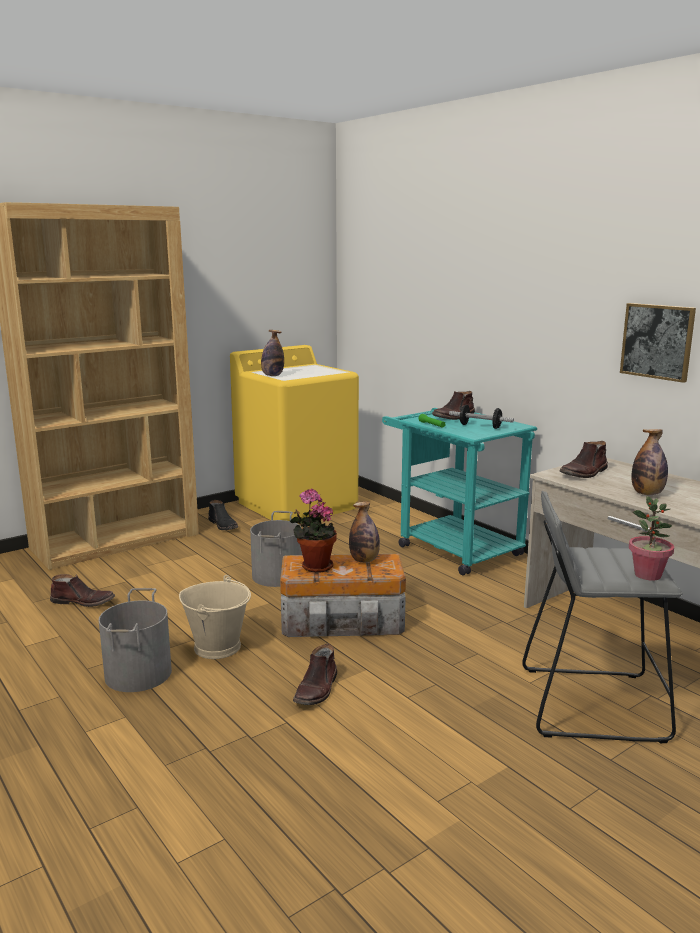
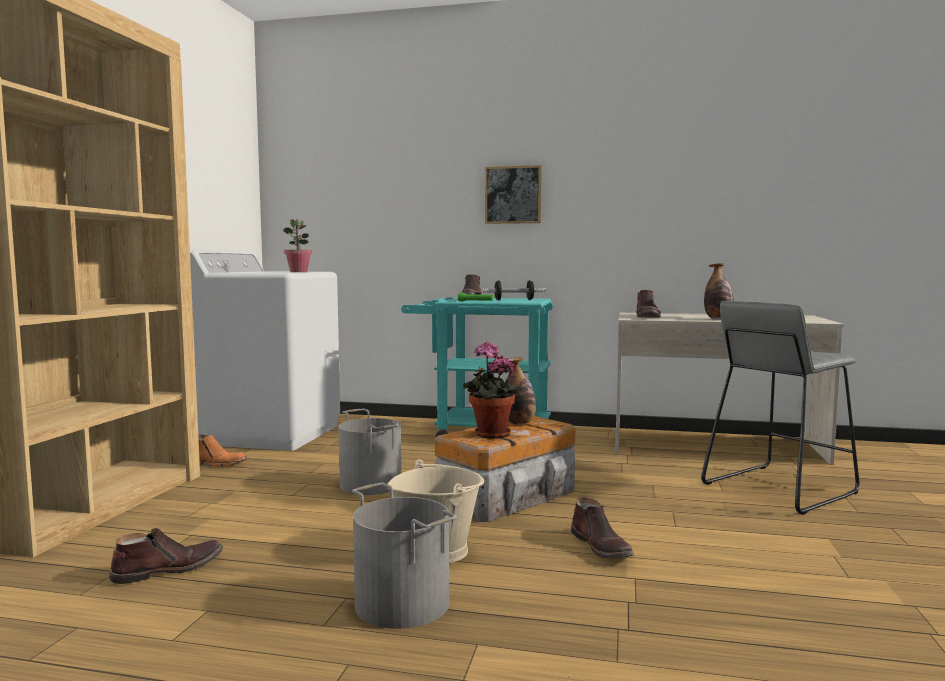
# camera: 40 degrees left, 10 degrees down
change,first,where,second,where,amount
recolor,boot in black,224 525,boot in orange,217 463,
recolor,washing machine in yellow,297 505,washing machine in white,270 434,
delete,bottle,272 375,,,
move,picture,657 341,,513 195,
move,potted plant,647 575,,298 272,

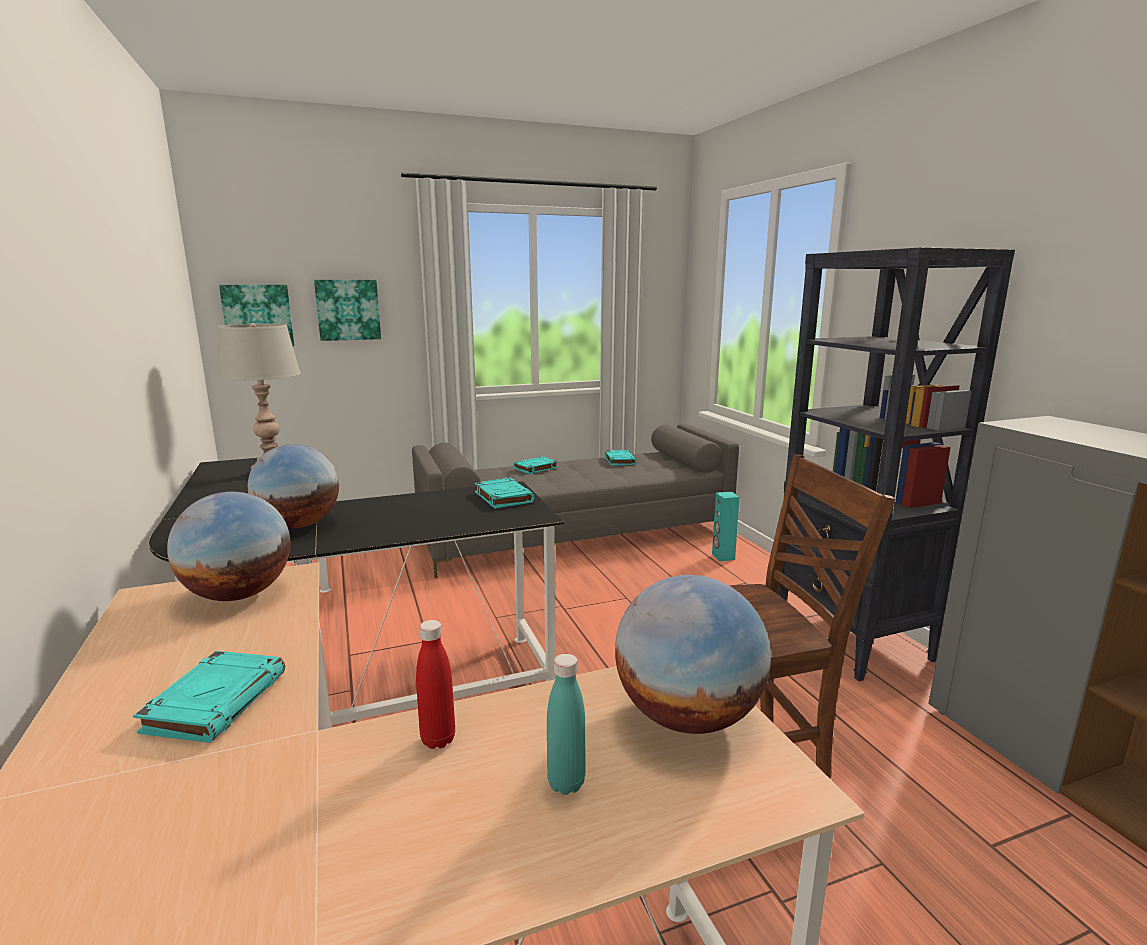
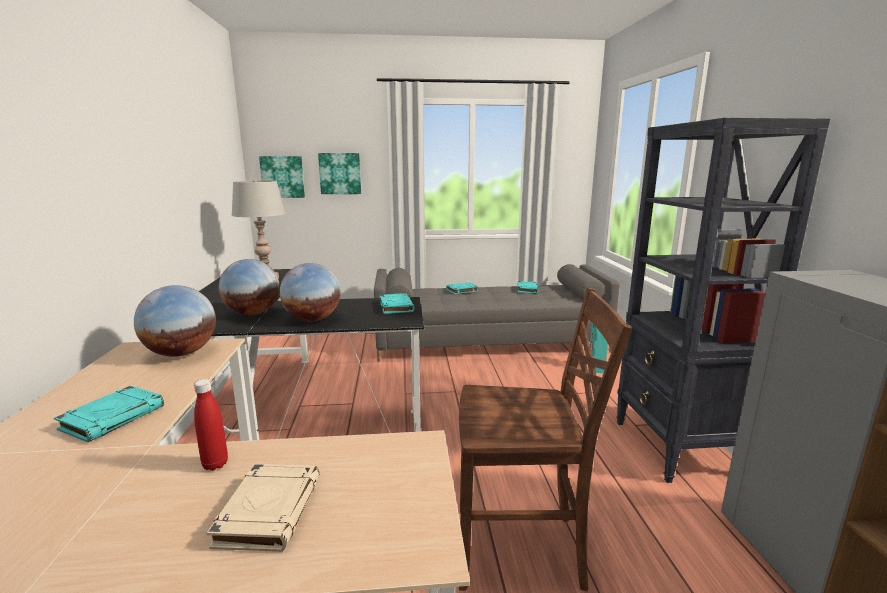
# camera: 15 degrees right, 0 degrees up
change,first,where,second,where,amount
replace,bottle in turquoise,566 783,book in beige,269 510,
move,globe,687 716,,312 319,

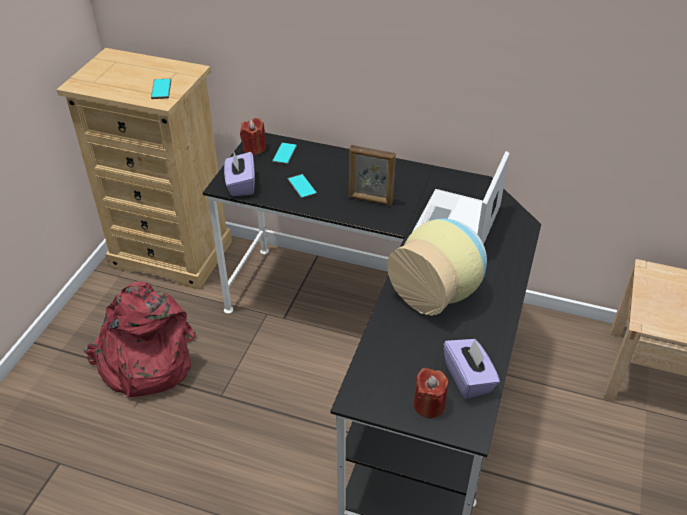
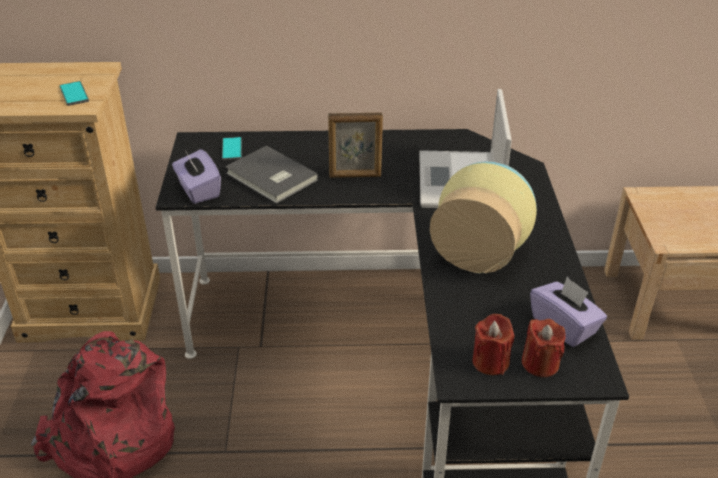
# camera: 20 degrees left, 5 degrees down
change,first,where,second,where,amount
move,candle in red,254 149,,490 362,
replace,phone,301 187,book in grey,271 178,

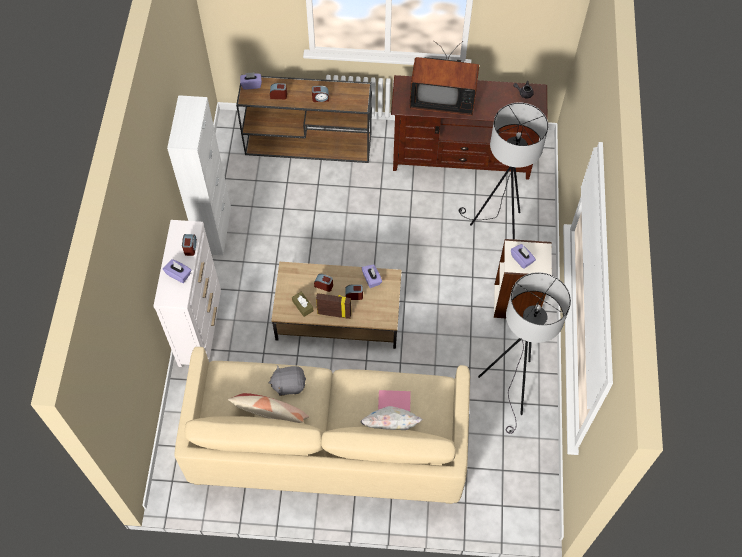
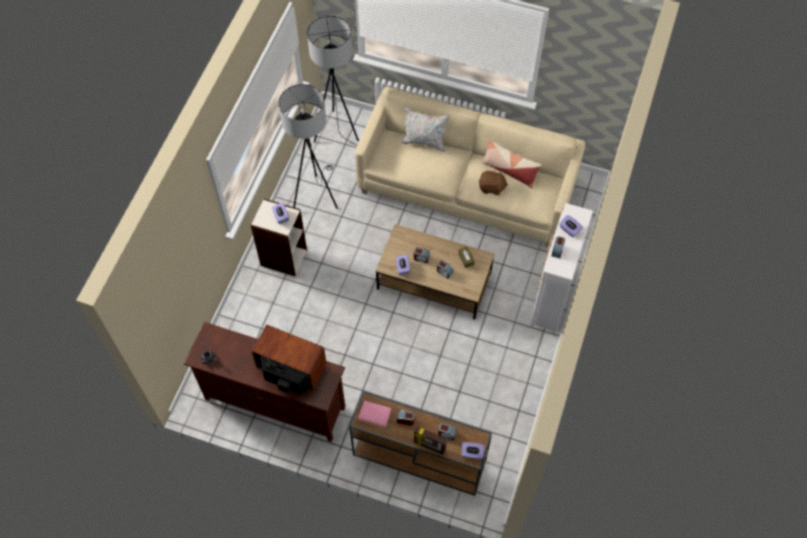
# camera: 165 degrees left, 0 degrees up
change,first,where,second,where,amount
delete,cabinet in white,214 230,,,
recolor,plush toy in grey,289 384,plush toy in brown,491 187,
move,picture frame,334 313,,429 446,
move,book in pink,394 402,,374 414,
move,floor lamp in black,496 230,,339 132,

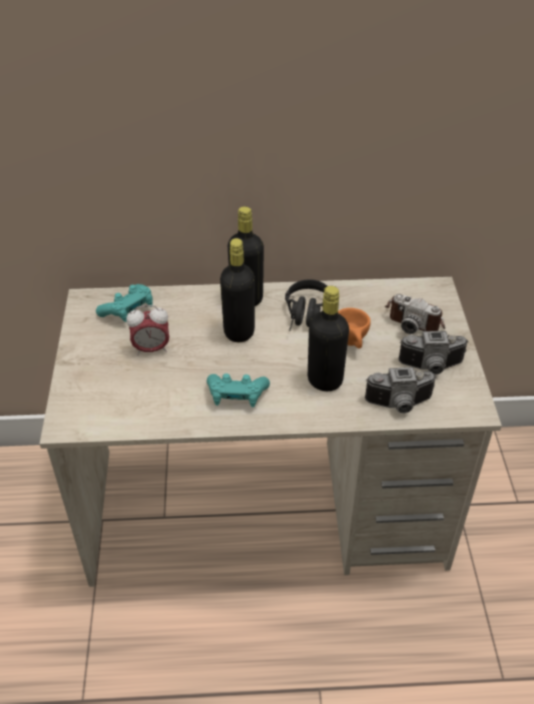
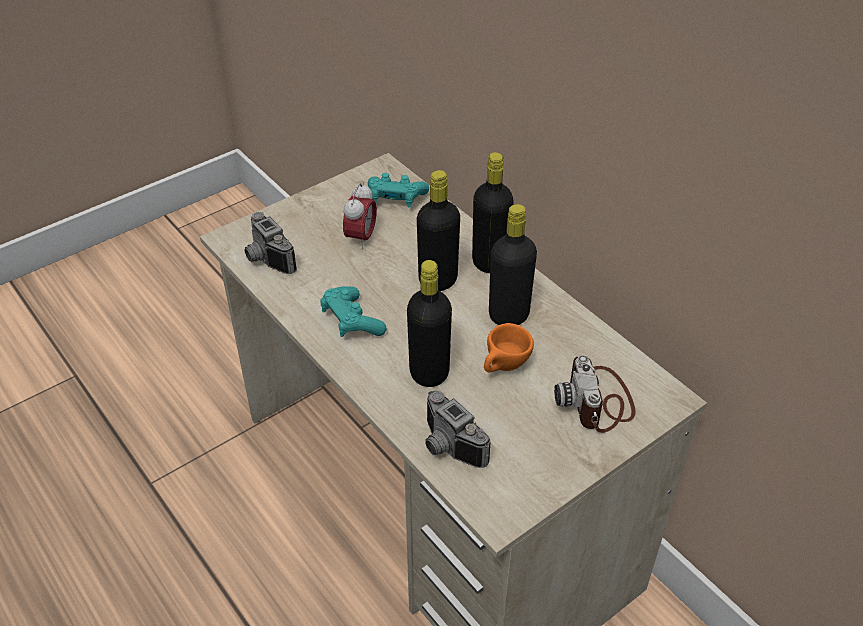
# camera: 55 degrees right, 0 degrees up
change,first,where,second,where,amount
rotate,alarm clock,151 349,,361 238,120 degrees counterclockwise
replace,headphones in black,306 316,bottle in black,508 315,
move,photo camera,431 367,,265 259,

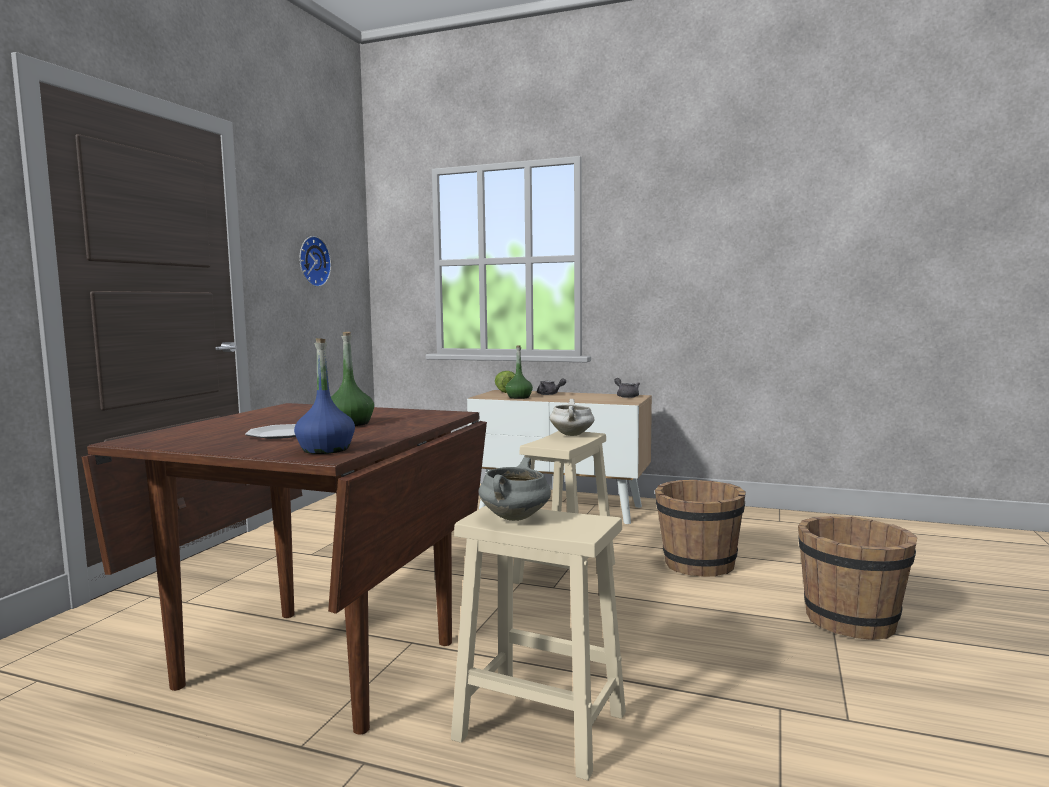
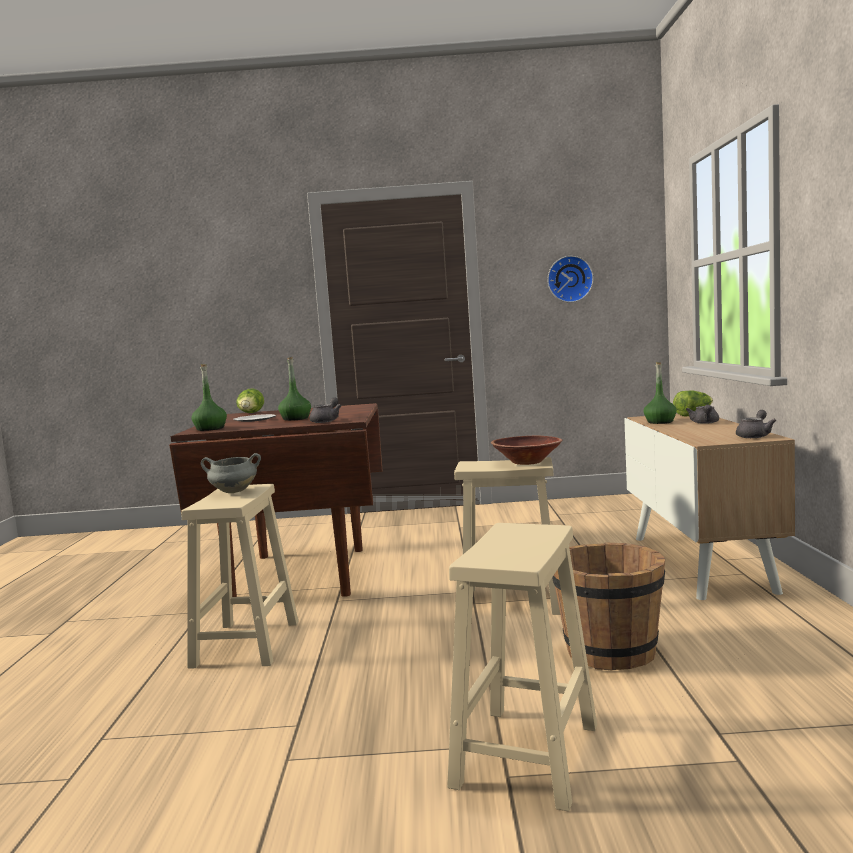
# camera: 70 degrees right, 0 degrees up
change,first,where,second,where,amount
recolor,bottle in blue,326 449,bottle in green,210 429,
replace,cooking pot in white,572 435,bowl in brown,526 462,
replace,bucket in brown,851 620,stool in beige,526 757,
insert,,,lettuce,251 413,
insert,,,teapot in grey,327 421,

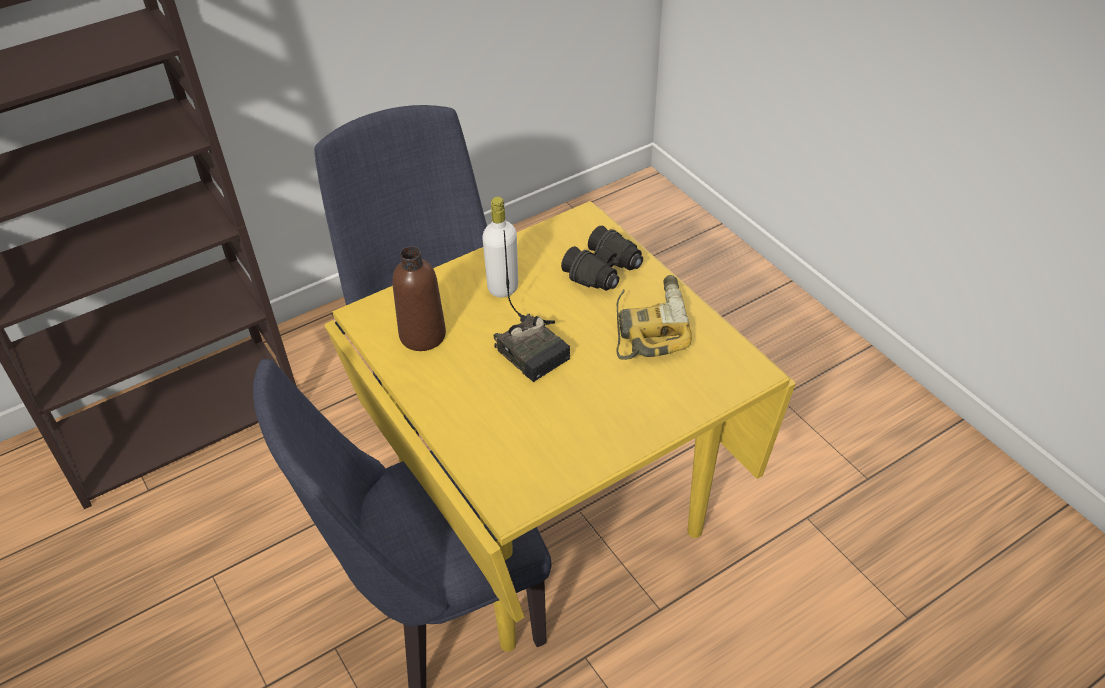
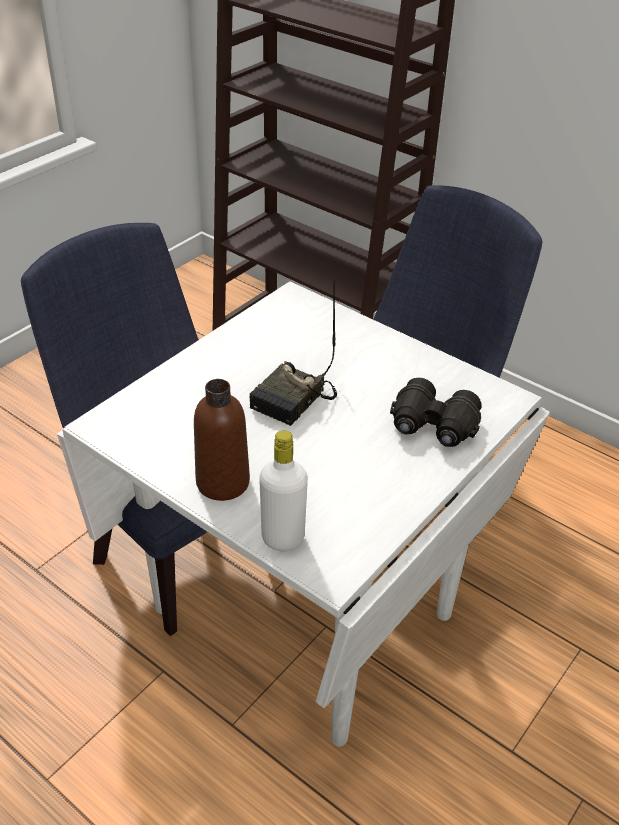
# camera: 70 degrees right, 5 degrees down
change,first,where,second,where,amount
recolor,dining table in yellow,557 525,dining table in white,301 613,
move,bottle in brown,422 335,,223 482,
move,bottle in white,503 287,,283 538,
delete,power drill,649 325,,,

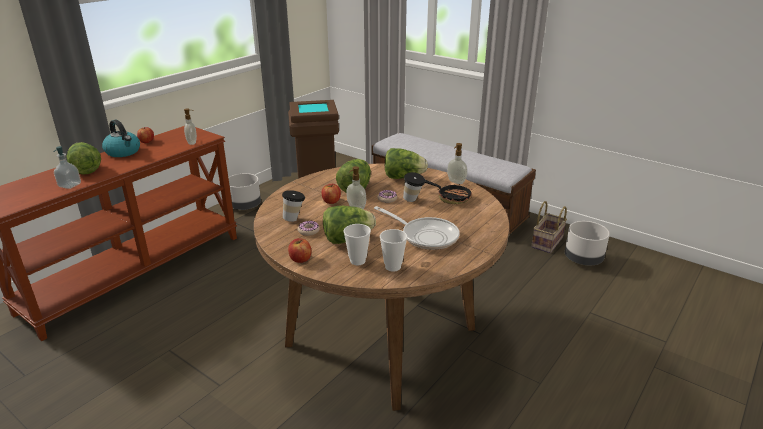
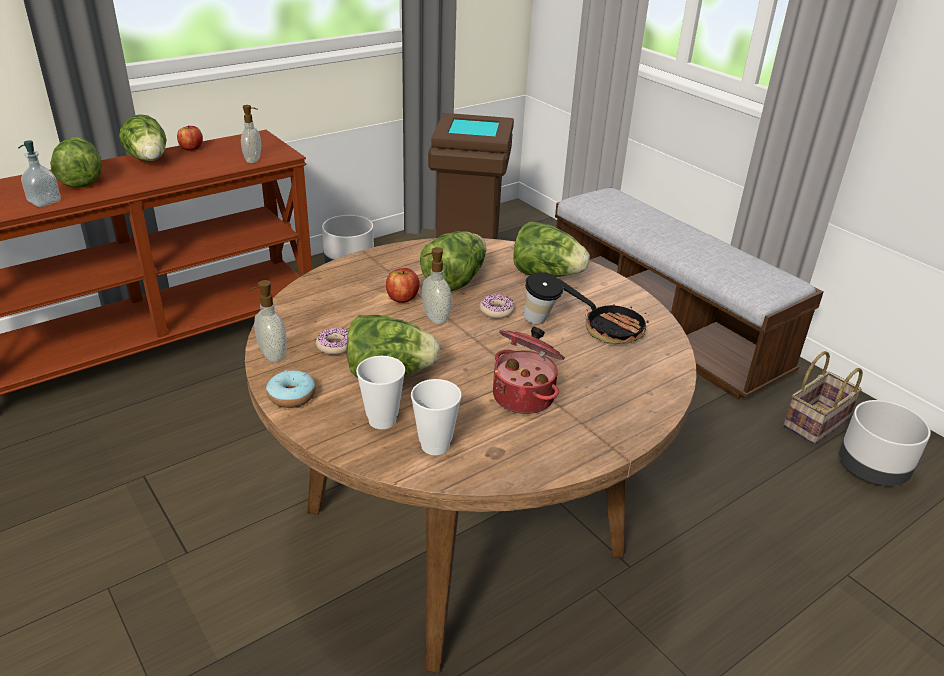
# camera: 15 degrees right, 5 degrees up
change,first,where,second,where,amount
replace,kettle,123 152,lettuce,149 160,
delete,cup,294 218,,,
replace,apple,300 259,donut,291 396,
replace,frying pan,425 236,cooking pot,525 396,
move,soap dispenser,456 182,,271 356,

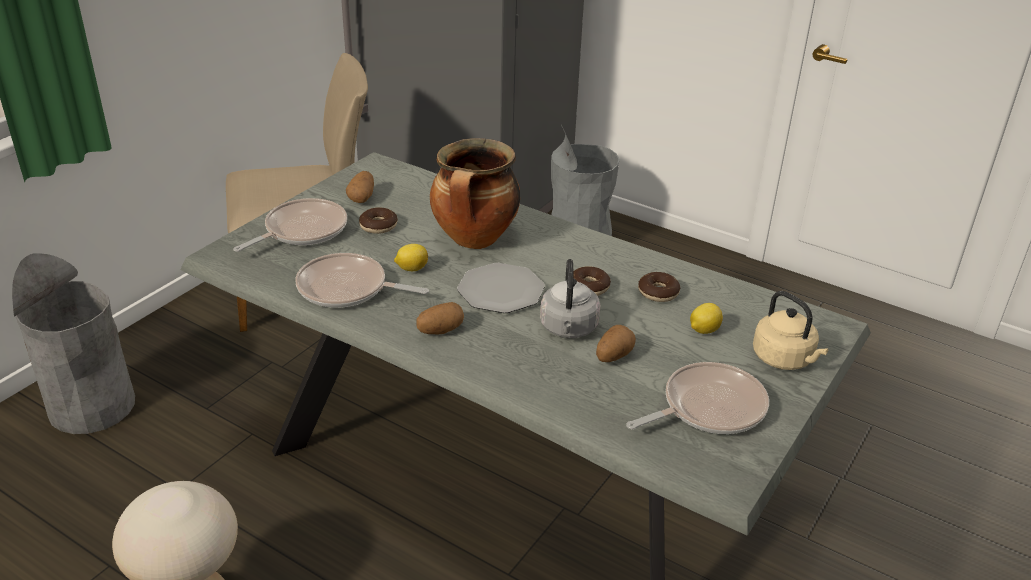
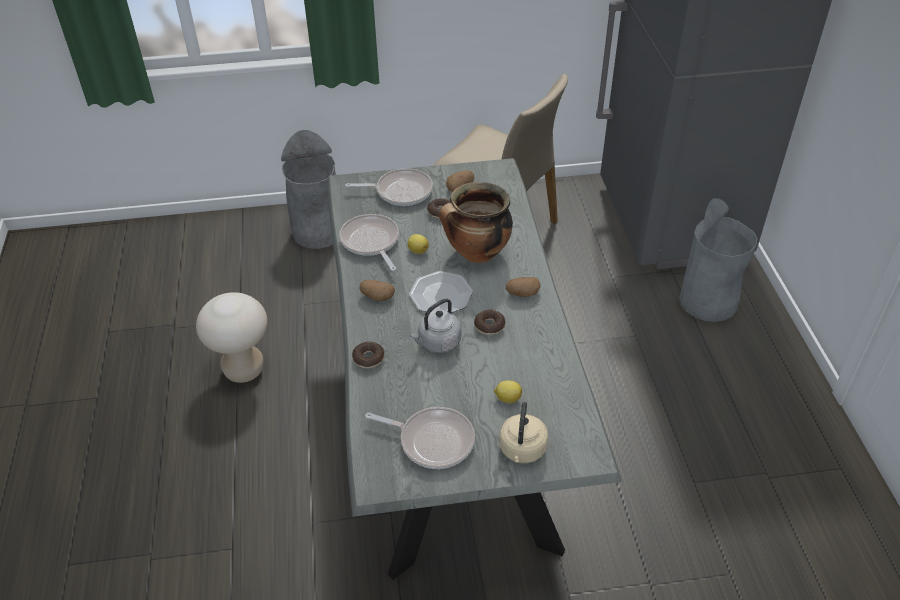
# camera: 50 degrees right, 10 degrees up
change,first,where,second,where,amount
move,potato,613 356,,522 293,
move,donut,658 293,,368 358,

